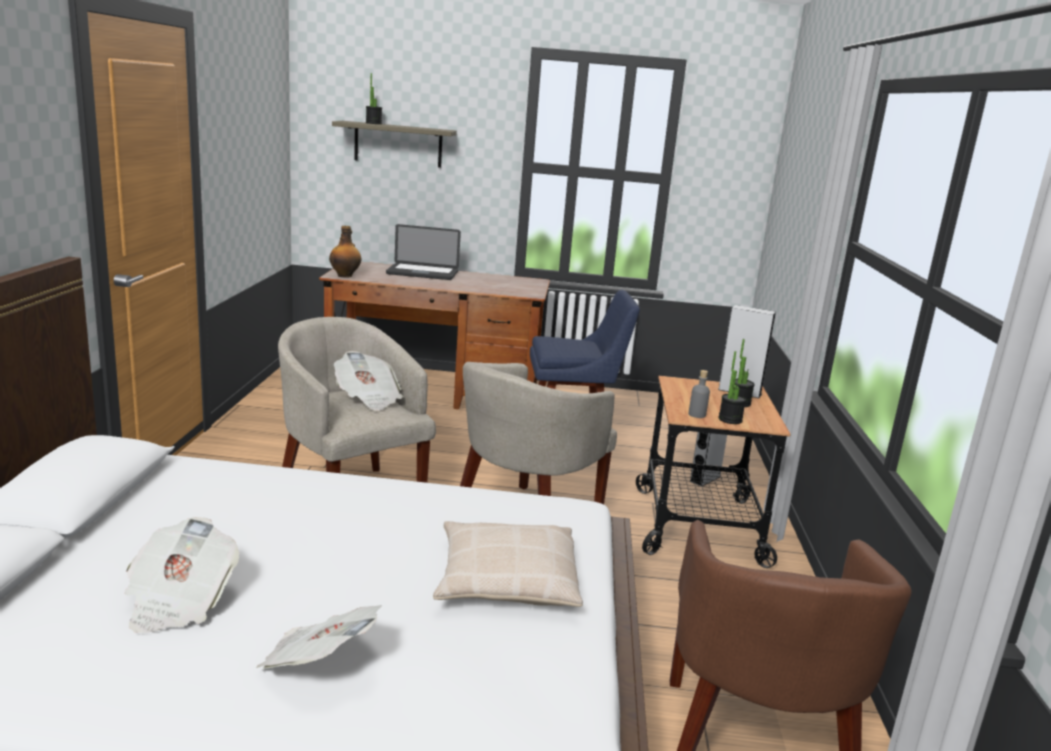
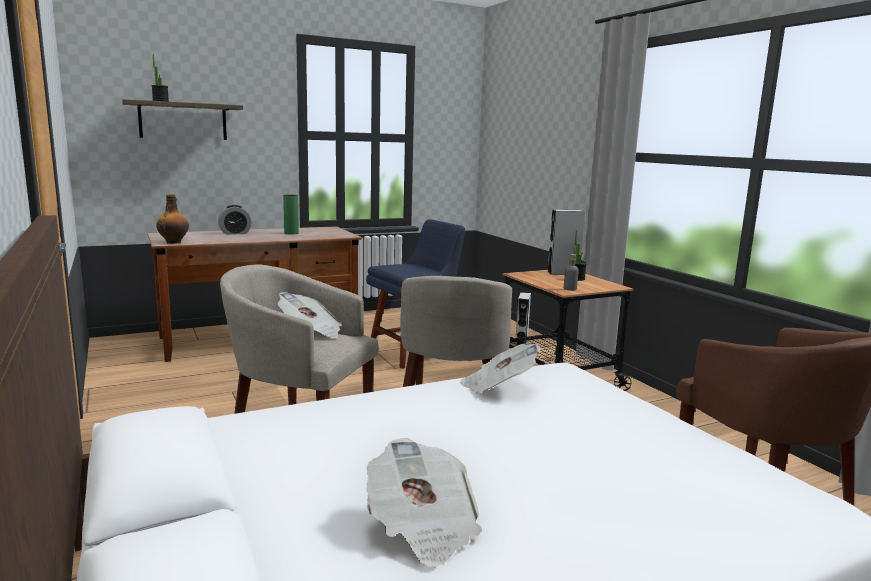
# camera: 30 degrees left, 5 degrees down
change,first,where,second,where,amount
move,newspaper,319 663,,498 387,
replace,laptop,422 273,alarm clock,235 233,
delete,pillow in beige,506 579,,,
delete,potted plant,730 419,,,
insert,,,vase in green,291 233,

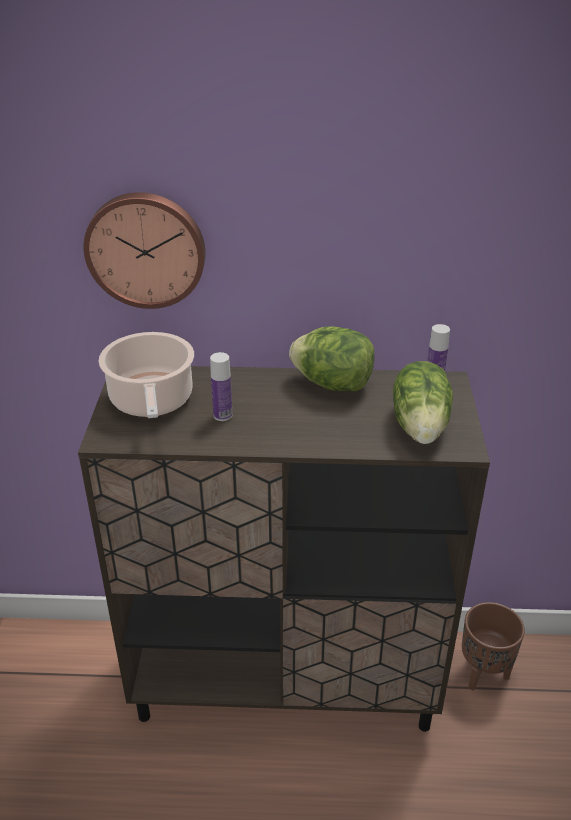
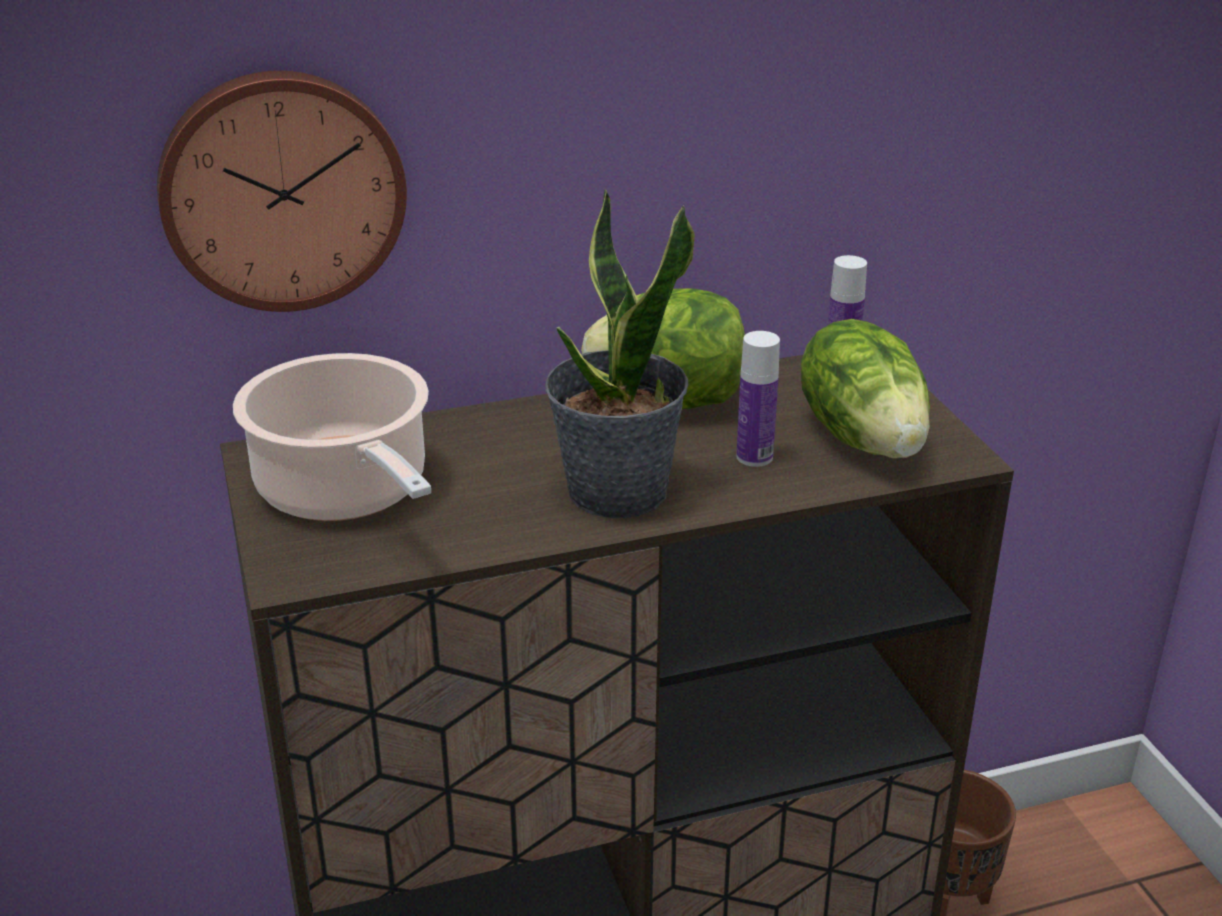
# camera: 20 degrees left, 5 degrees down
change,first,where,second,where,amount
move,bottle,222 415,,754 457,
insert,,,potted plant,616 492,

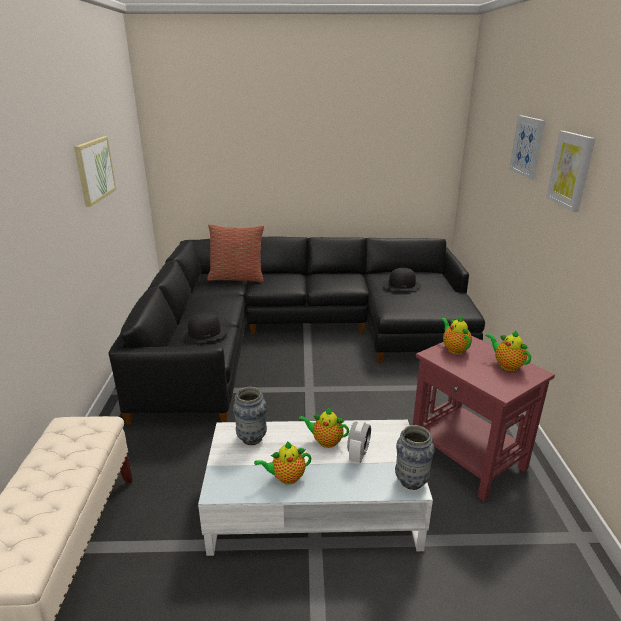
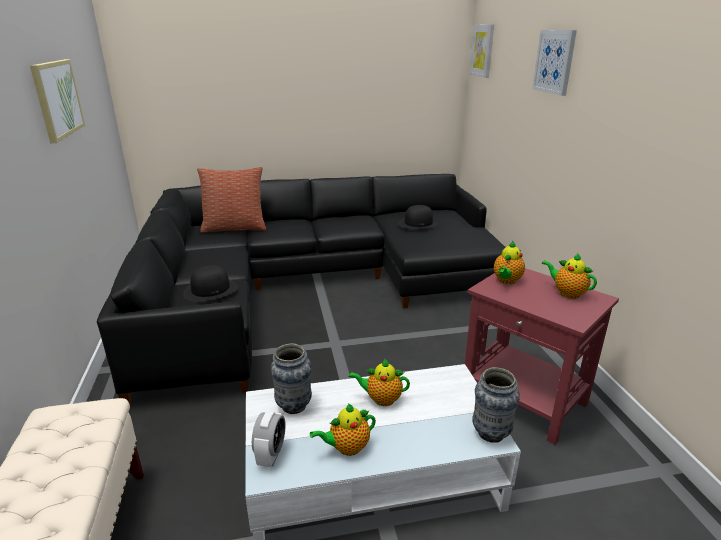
# camera: 10 degrees left, 0 degrees up
change,first,where,second,where,amount
move,alarm clock,358 455,,271 455,
rotate,teapot,454 349,,506 281,120 degrees counterclockwise
move,picture,571 170,,482 50,

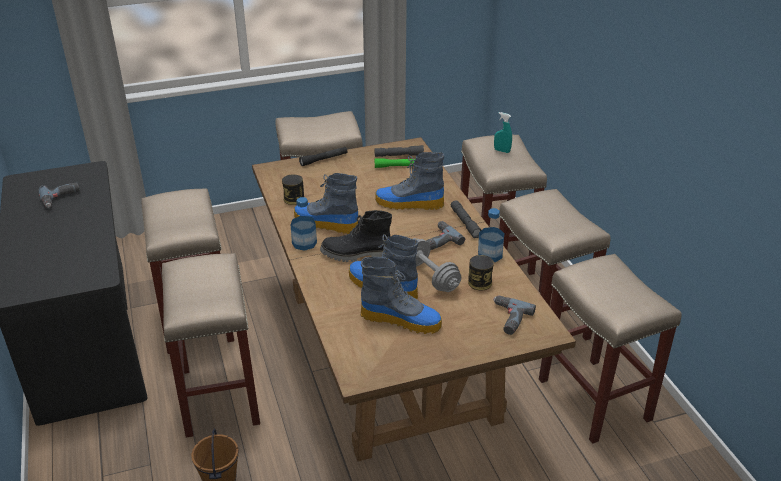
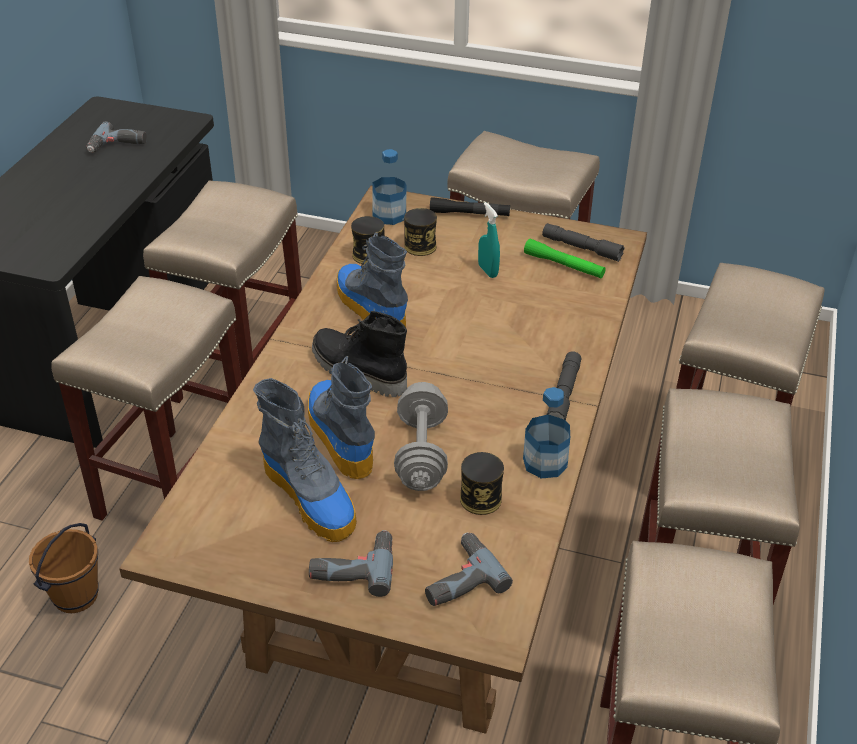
# camera: 35 degrees right, 5 degrees up
change,first,where,second,where,amount
move,bottle,304 243,,389 215,
delete,boot,408 204,,,
move,power drill,437 240,,353 566,
move,spray bottle in turquoise,502 151,,488 271,
insert,,,can,420 246,

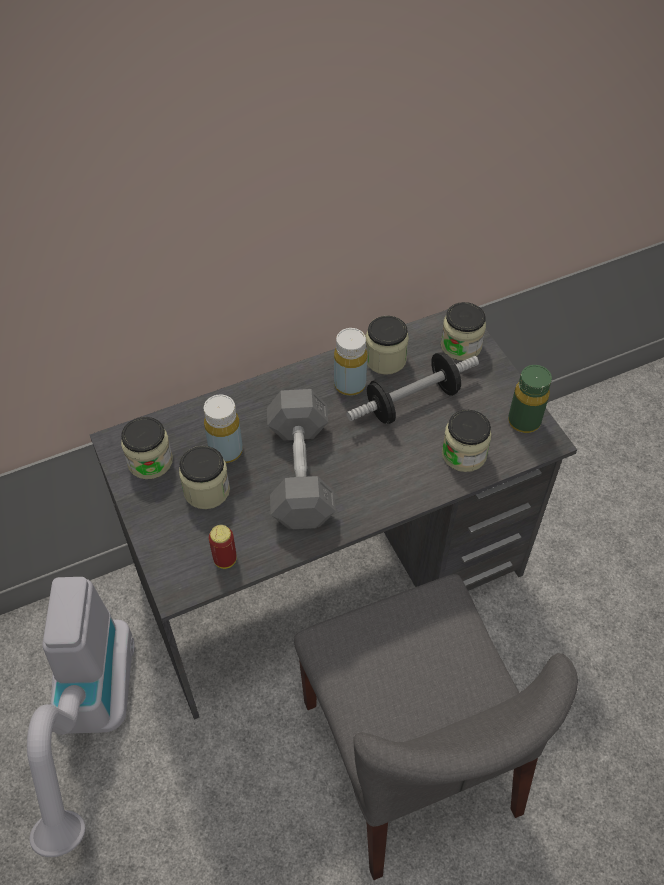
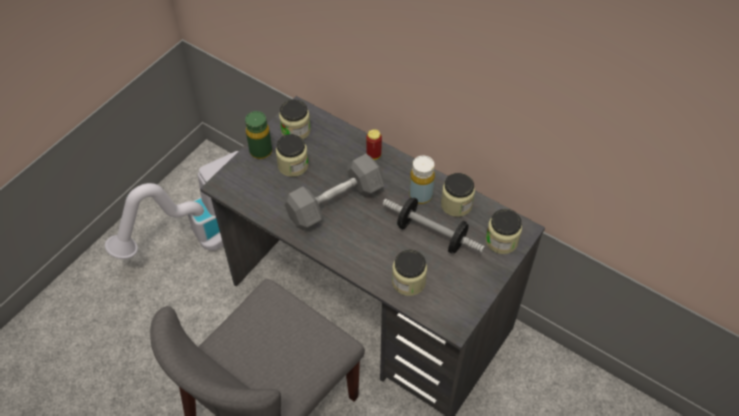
# camera: 60 degrees right, 0 degrees up
change,first,where,second,where,amount
delete,bottle in yellow,226 451,,,
move,can,225 559,,373 155,
move,bottle in green,524 421,,261 151,

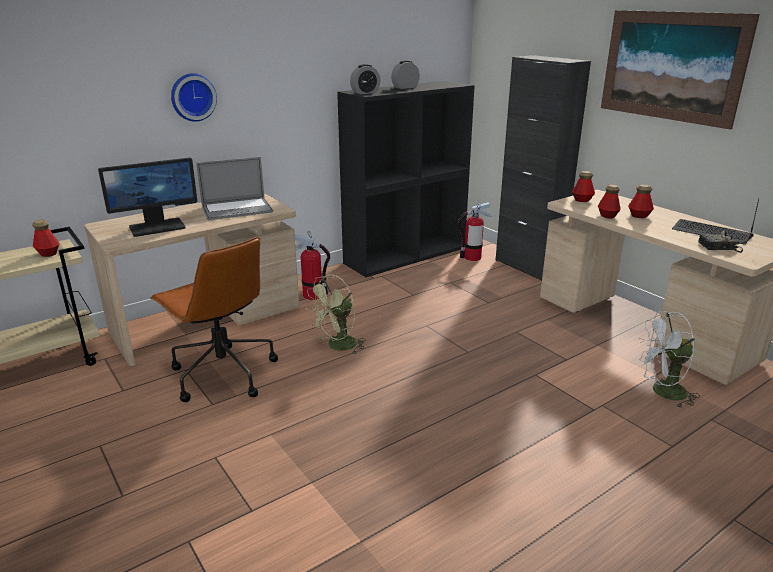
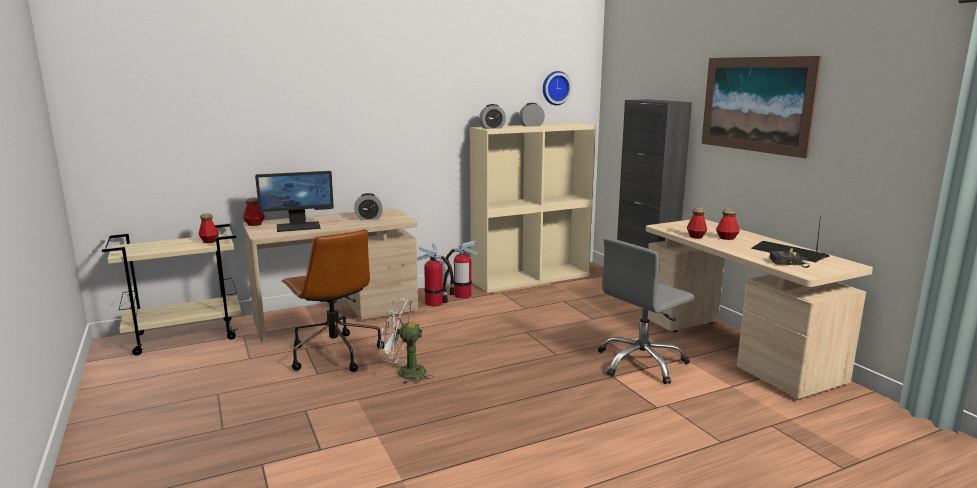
# camera: 10 degrees right, 10 degrees down
change,first,where,second,where,amount
move,wall clock,192 97,,555 88,
replace,laptop,237 209,alarm clock,369 218,
delete,fan in green,337 346,,,
recolor,bookcase in black,405 255,bookcase in beige,531 278,
move,fire extinguisher,472 257,,462 295,
move,bottle,582 200,,254 224,
move,fan in white,662 392,,404 373,
insert,,,office chair in grey,641 363,

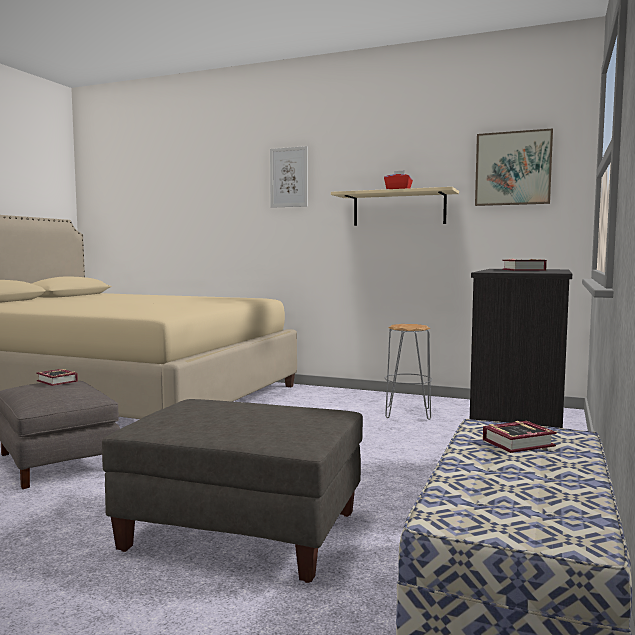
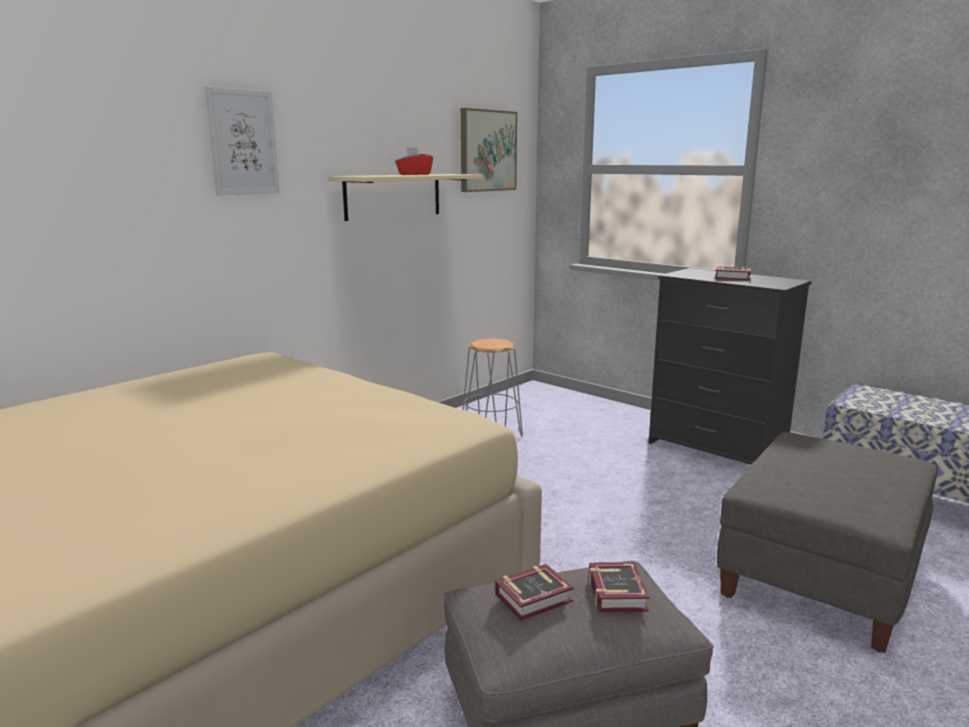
# camera: 70 degrees left, 10 degrees up
change,first,where,second,where,amount
move,book,522 443,,618 591,

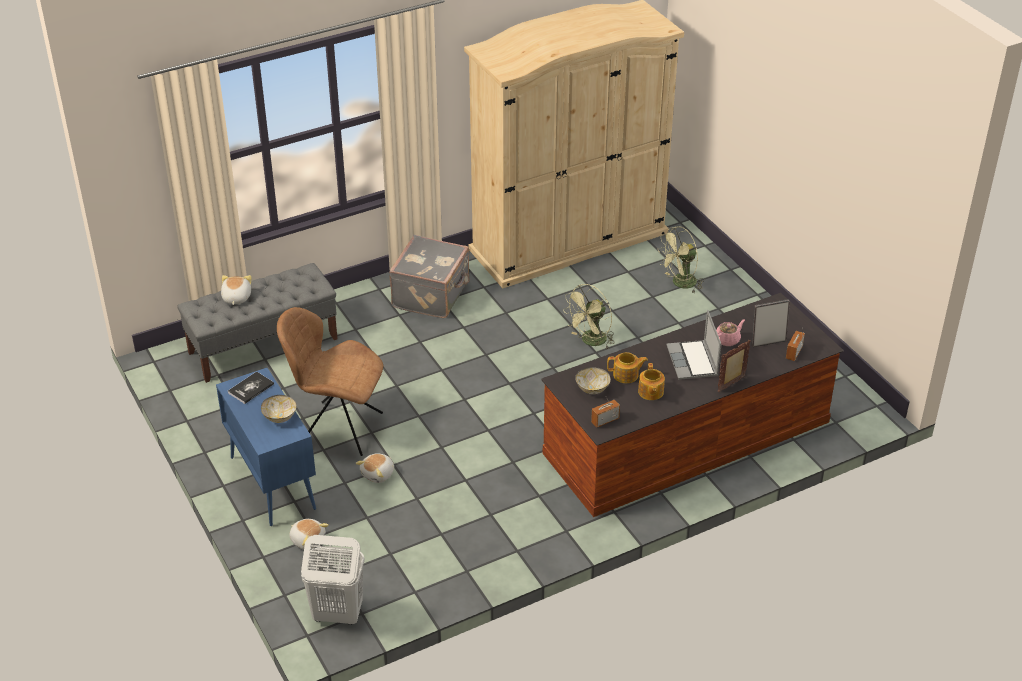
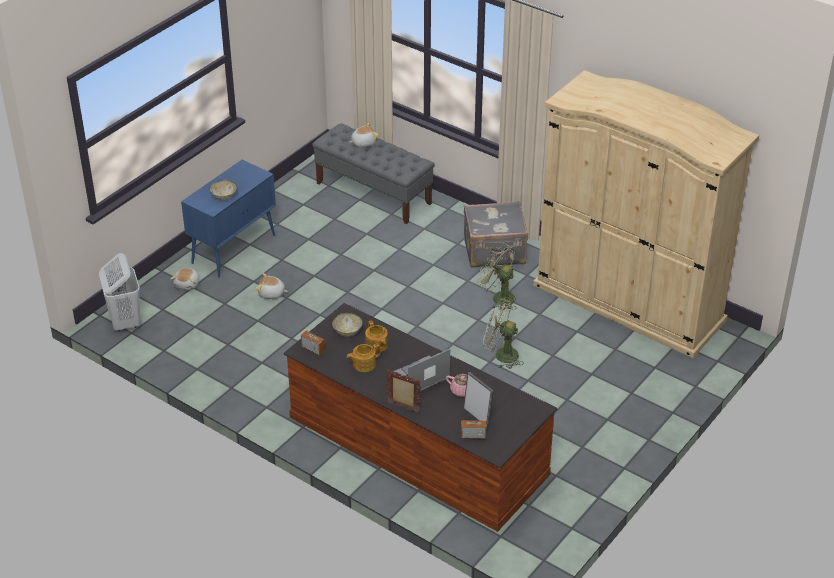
# camera: 65 degrees right, 0 degrees up
change,first,where,second,where,amount
delete,book,251 388,,,
delete,chair in brown,338 428,,,
move,fan in green,680 284,,498 297,

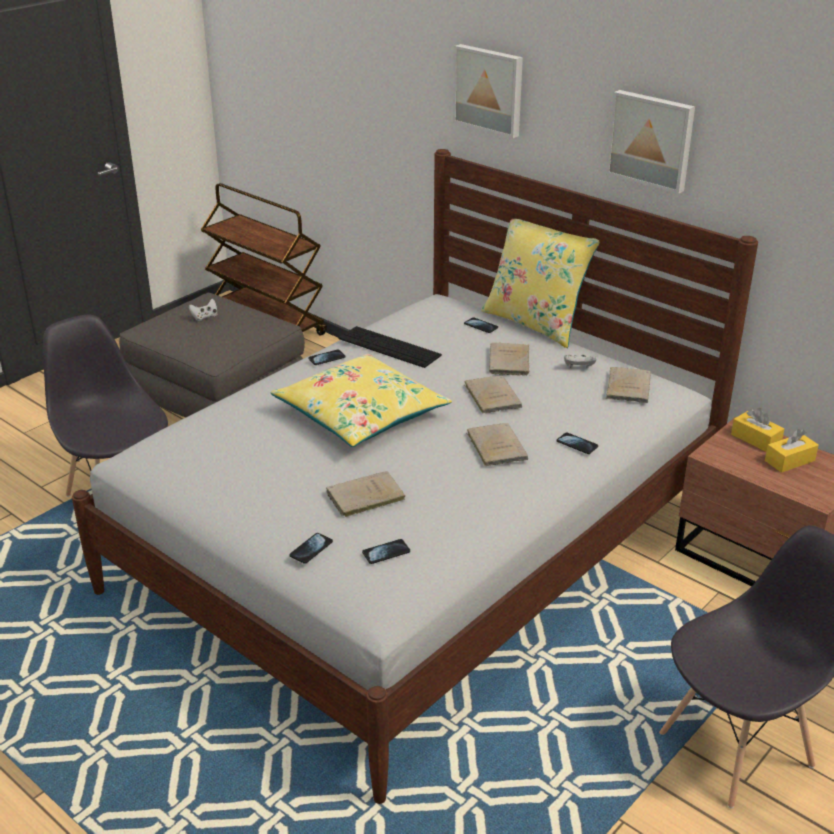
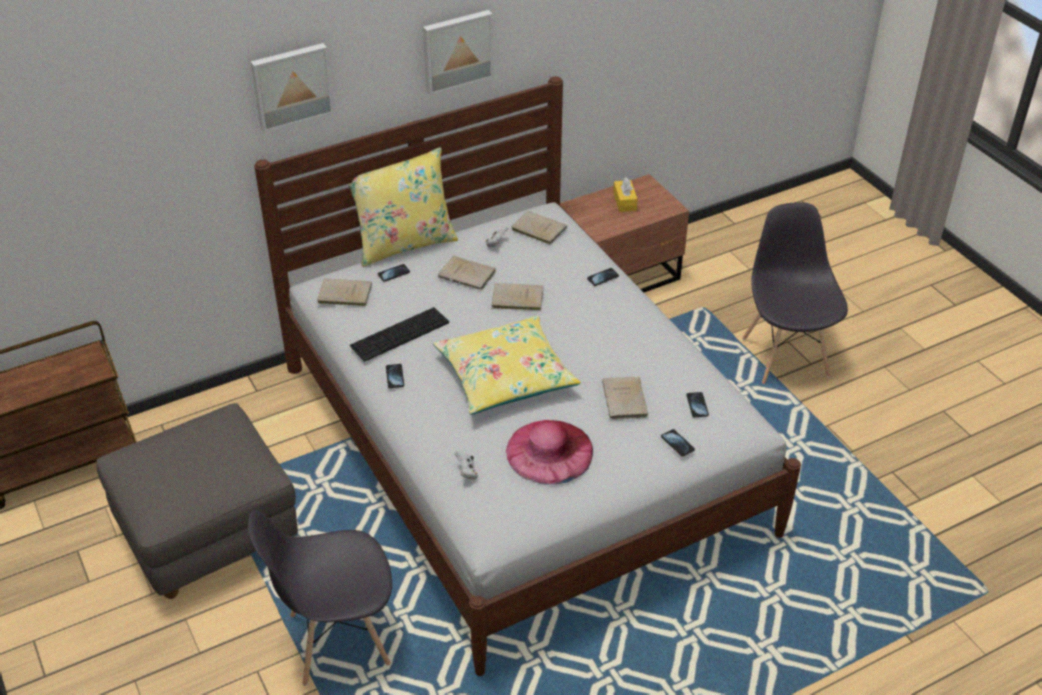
# camera: 70 degrees left, 10 degrees up
change,first,where,second,where,amount
move,game controller in white,205 317,,467 472,
move,book in beige,496 446,,343 294,
delete,tissue box in yellow,755 439,,,
insert,,,hat in pink,549 451,

